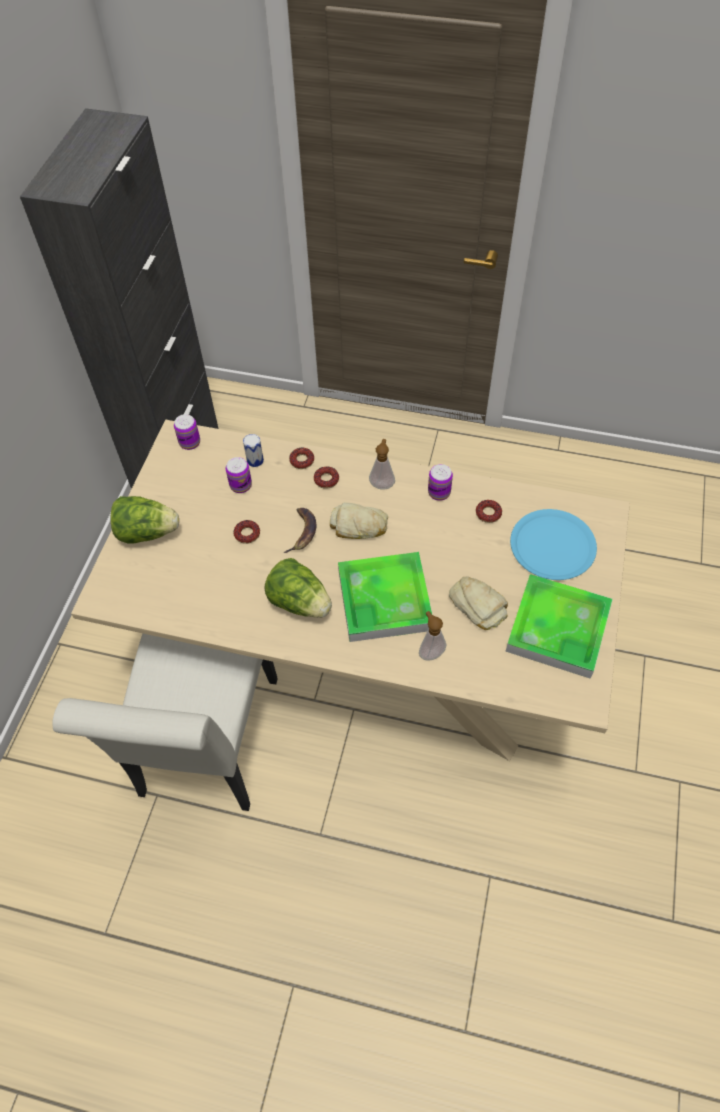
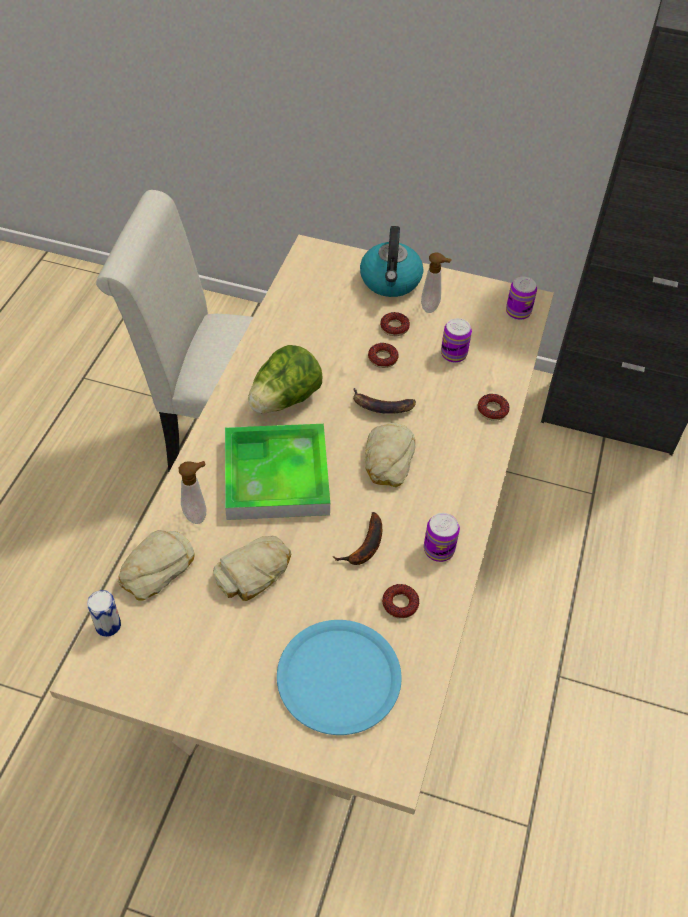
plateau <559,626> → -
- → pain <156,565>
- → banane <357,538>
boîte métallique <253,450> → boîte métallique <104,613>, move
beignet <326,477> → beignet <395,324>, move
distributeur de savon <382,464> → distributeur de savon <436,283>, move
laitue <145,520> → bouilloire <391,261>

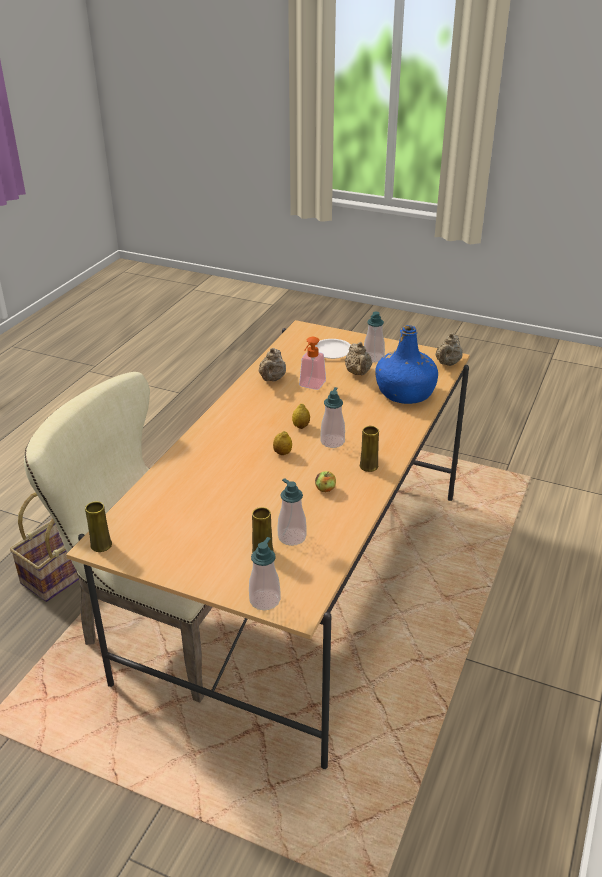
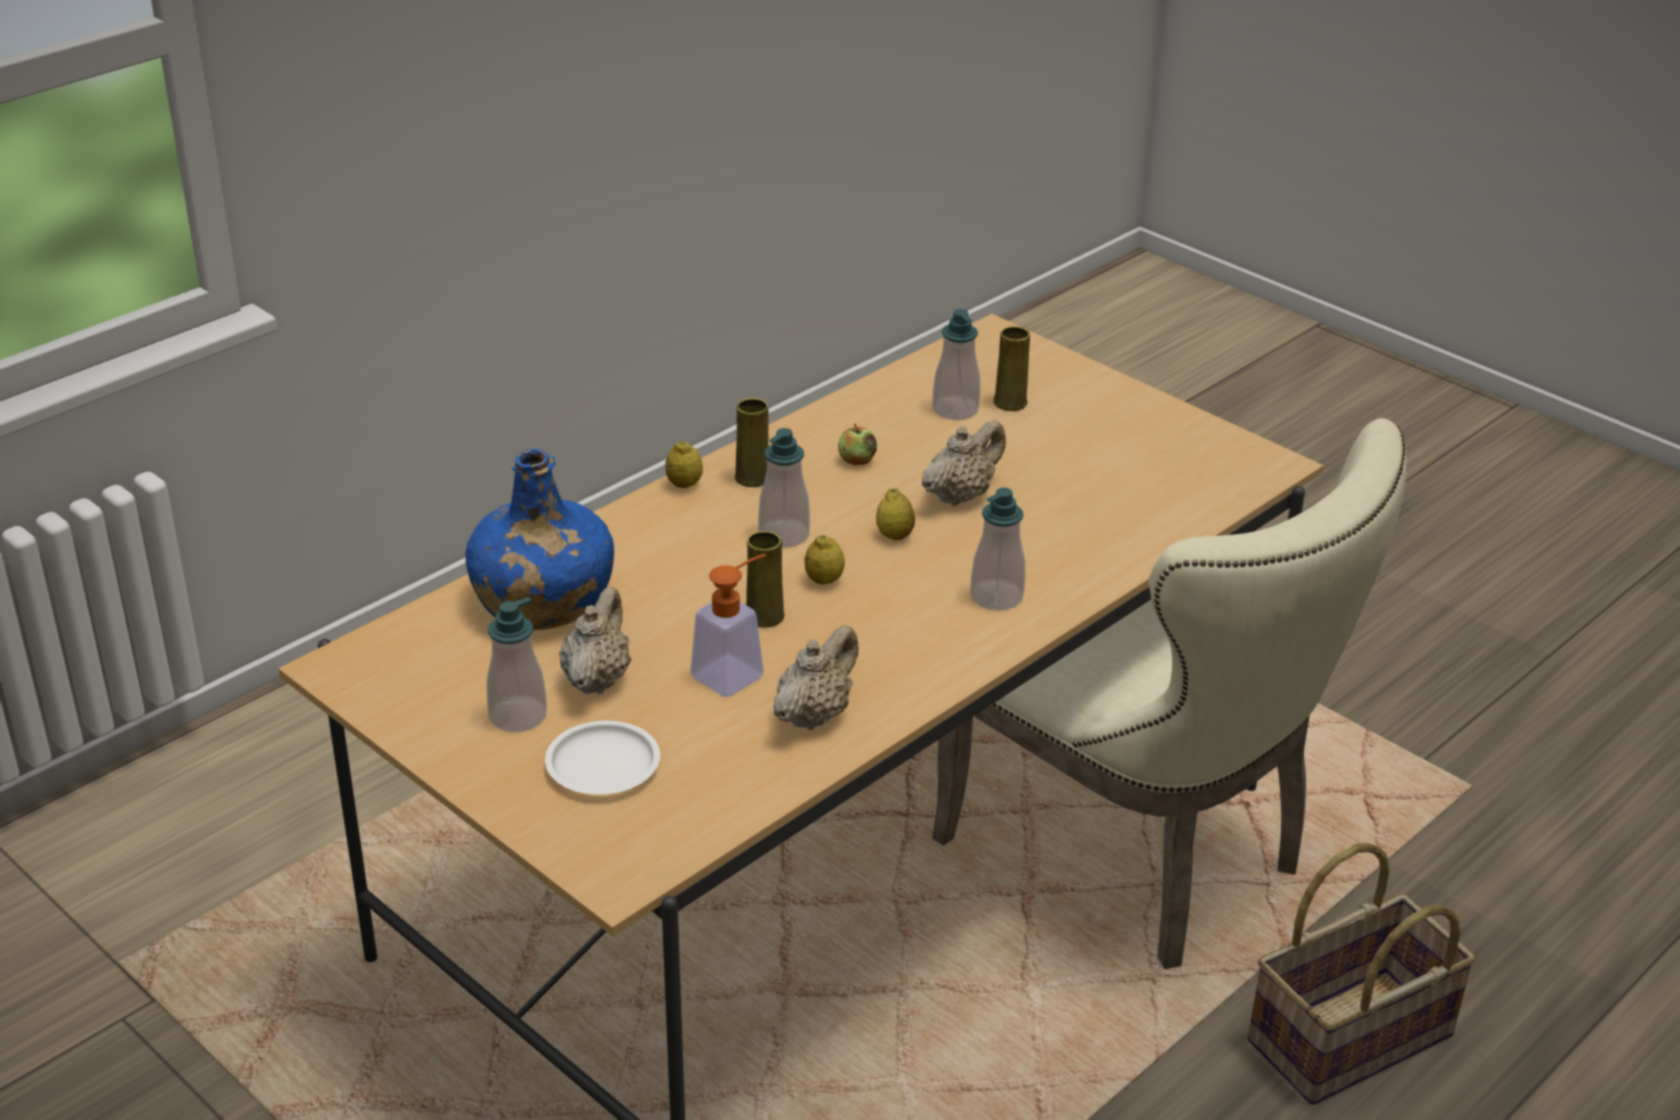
- → citron <684,464>
vase (jaune) <98,526> → vase (jaune) <765,579>, move
distributeur de savon <265,573> → distributeur de savon <997,549>, move
théière (beige) <449,349> → théière (beige) <964,463>, move

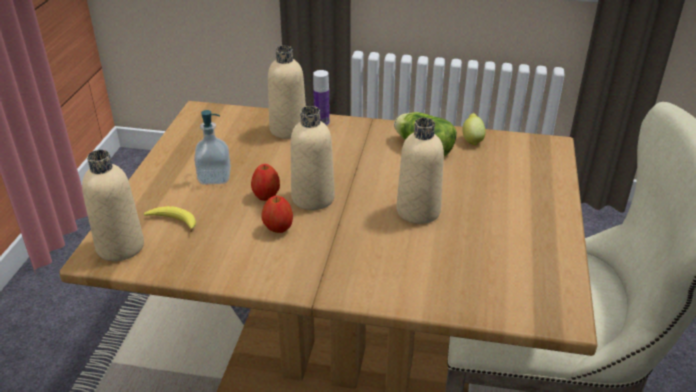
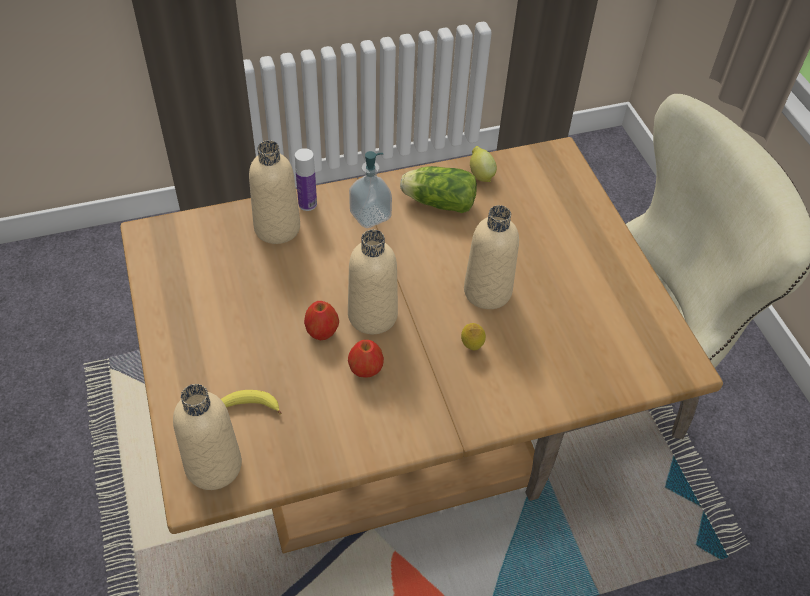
- → citron <473,336>
distributeur de savon <212,147> → distributeur de savon <370,189>, move

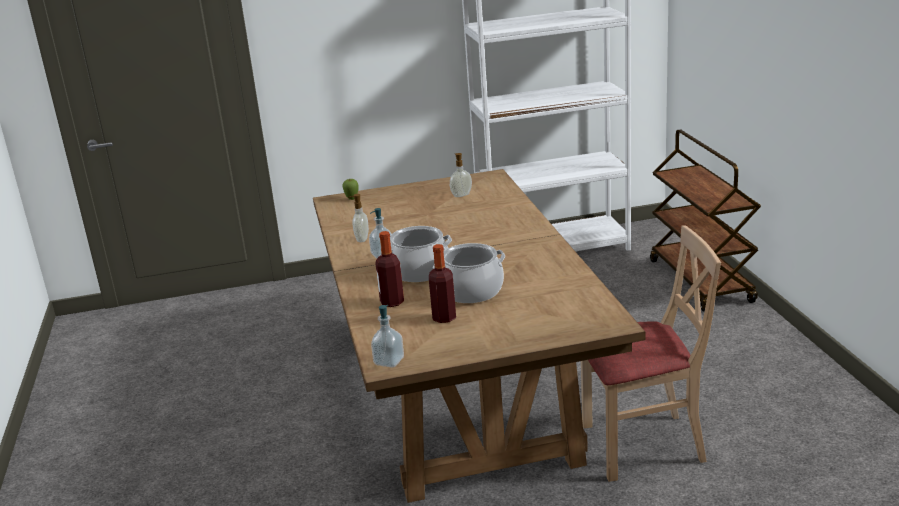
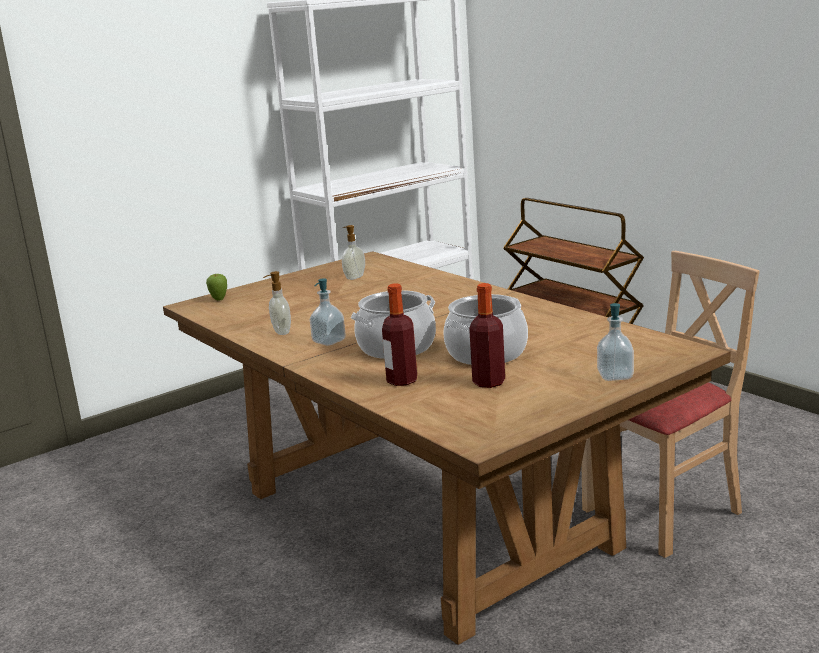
distributeur de savon <387,336> → distributeur de savon <615,342>, move

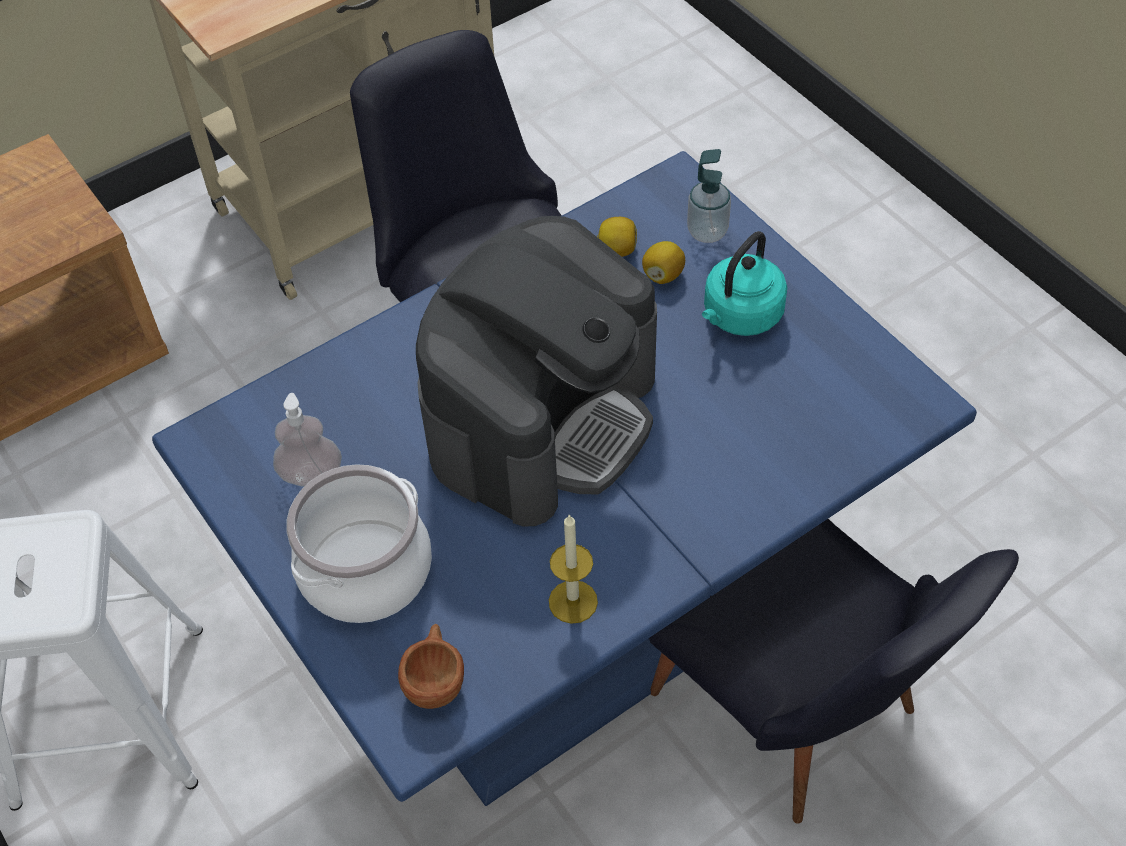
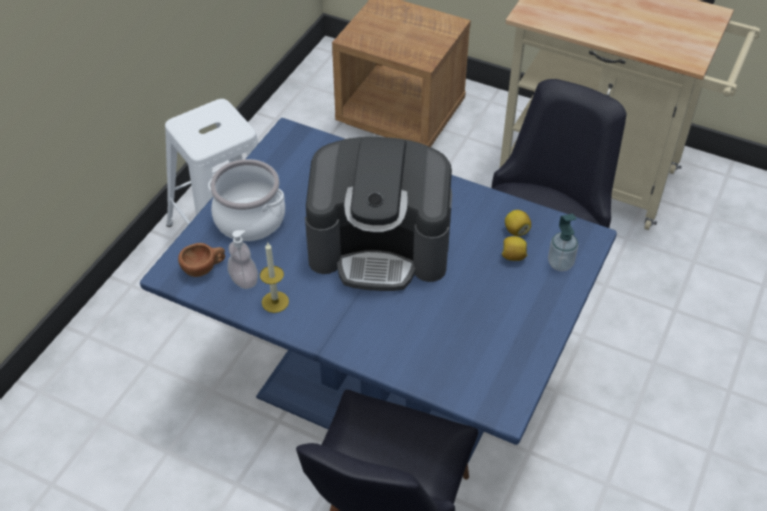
bouilloire (turquoise) <744,283> → -
distributeur de savon <307,440> → distributeur de savon <242,259>, move

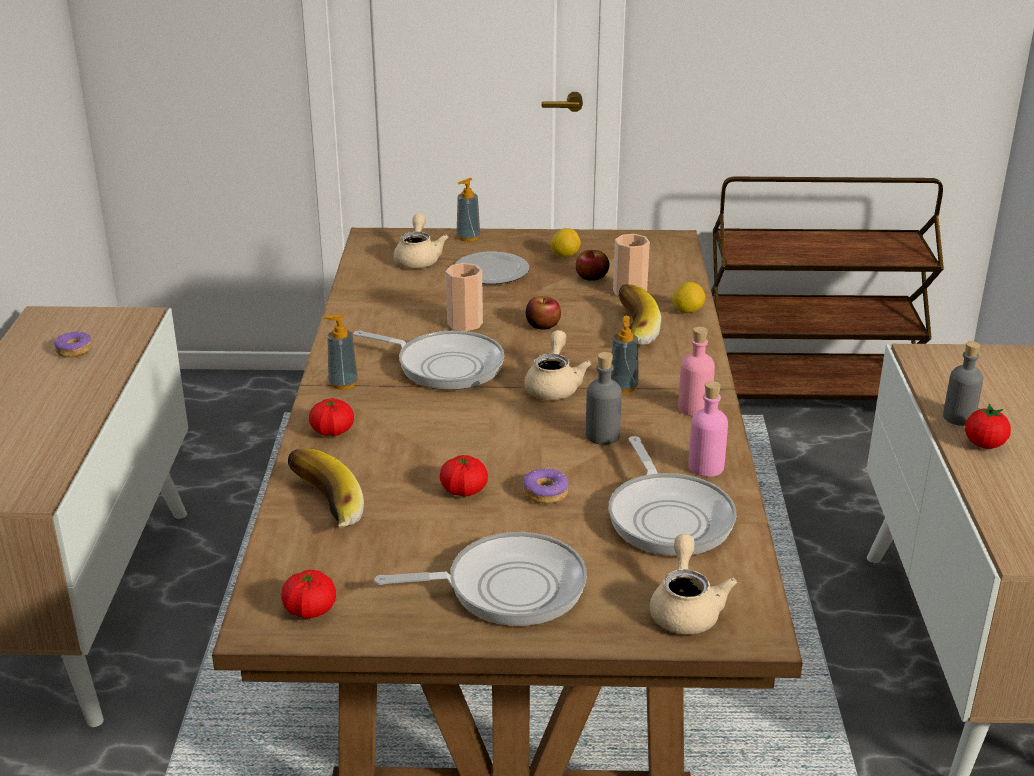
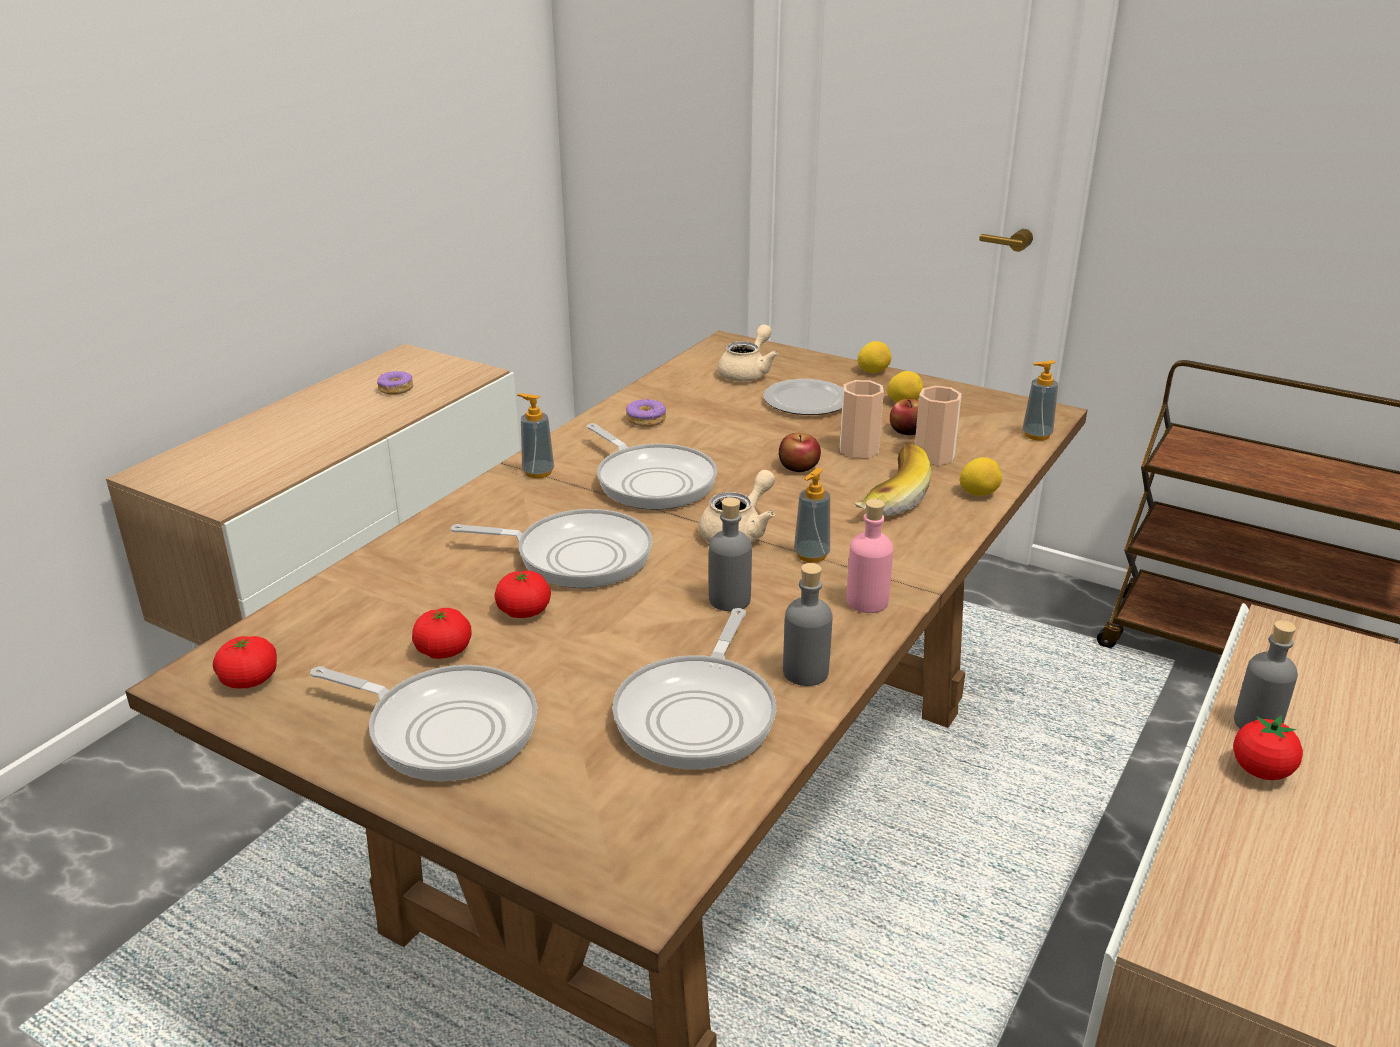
banane <326,488> → -
théière (beige) <693,584> → -
- → poêle <551,548>
- → citron <874,357>
tomate <331,417> → tomate <441,633>, move
tasse <464,297> → tasse <862,419>, move
distributeur de savon <468,210> → distributeur de savon <1040,400>, move
beignet <545,486> → beignet <646,413>, move
bouteille (rose) <708,429> → bouteille (gris) <808,624>

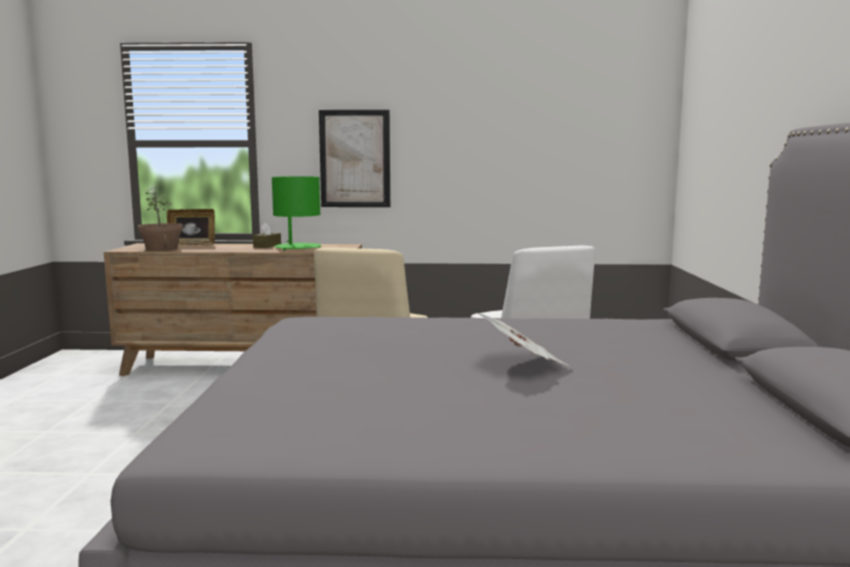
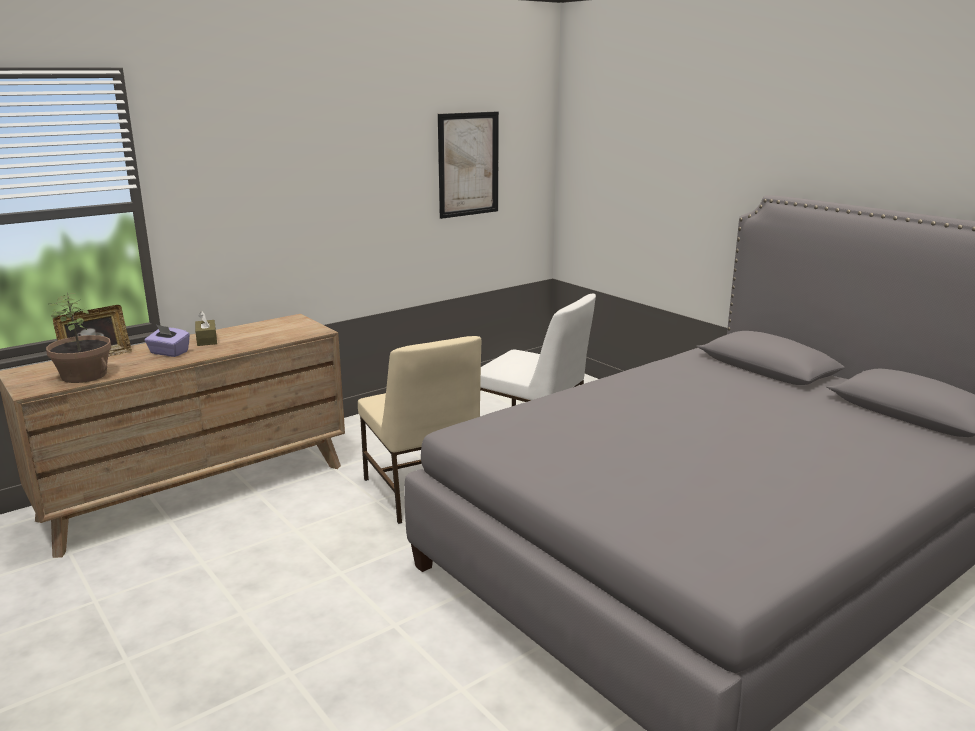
lampe de table (vert) <296,213> → -
journal <523,339> → -
- → boîte à mouchoirs (violet) <167,341>
tableau <354,158> → tableau <468,165>, move

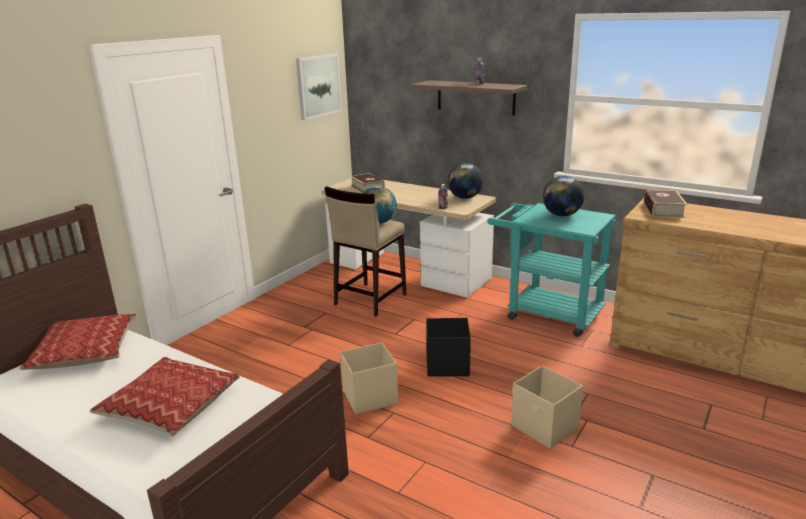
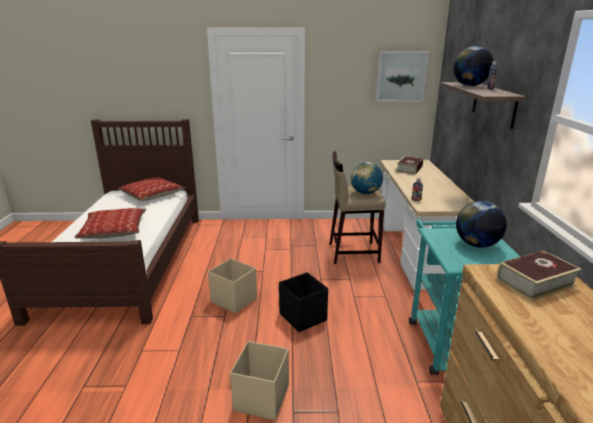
globe <465,181> → globe <473,66>, move

